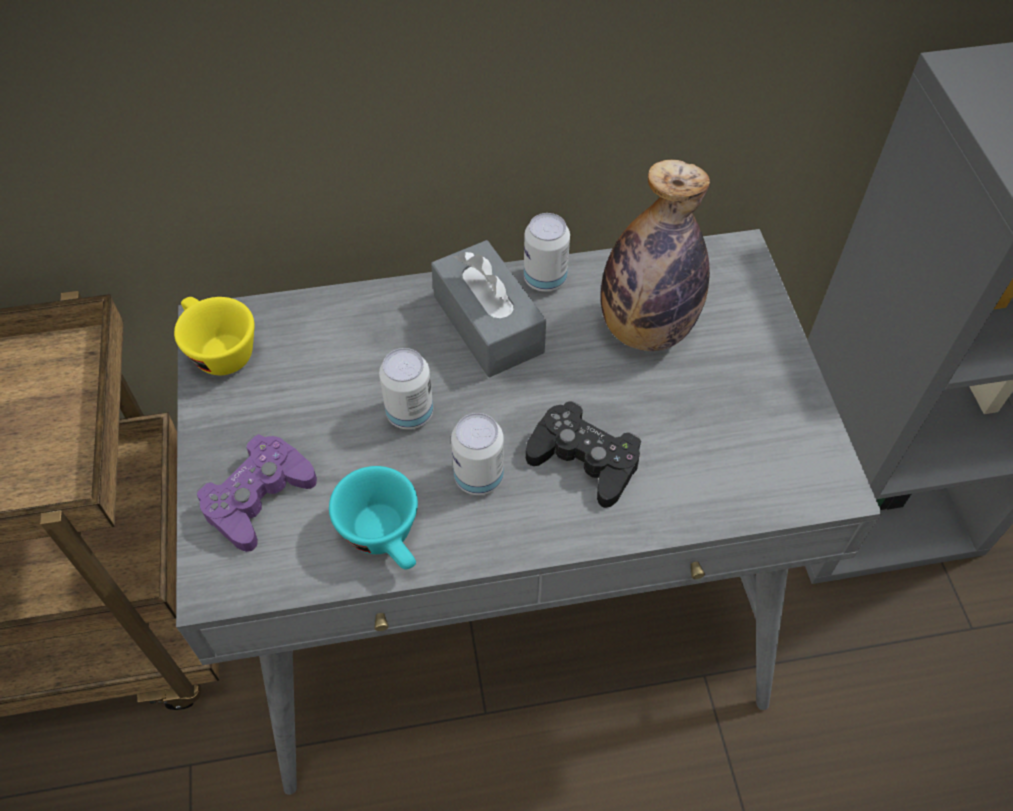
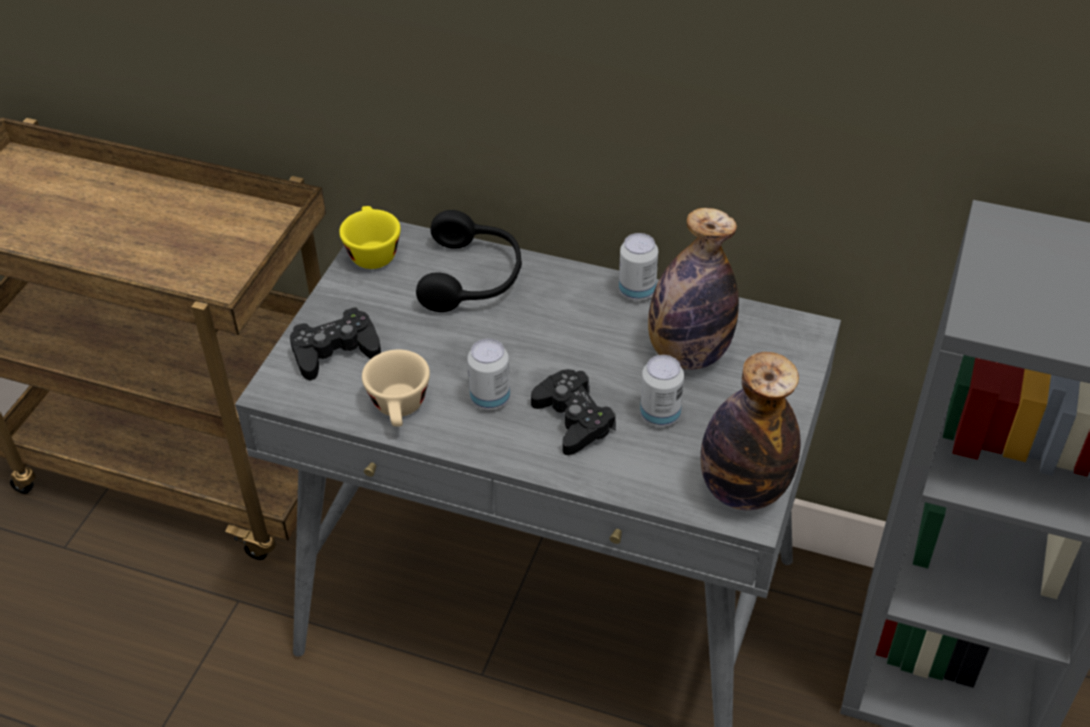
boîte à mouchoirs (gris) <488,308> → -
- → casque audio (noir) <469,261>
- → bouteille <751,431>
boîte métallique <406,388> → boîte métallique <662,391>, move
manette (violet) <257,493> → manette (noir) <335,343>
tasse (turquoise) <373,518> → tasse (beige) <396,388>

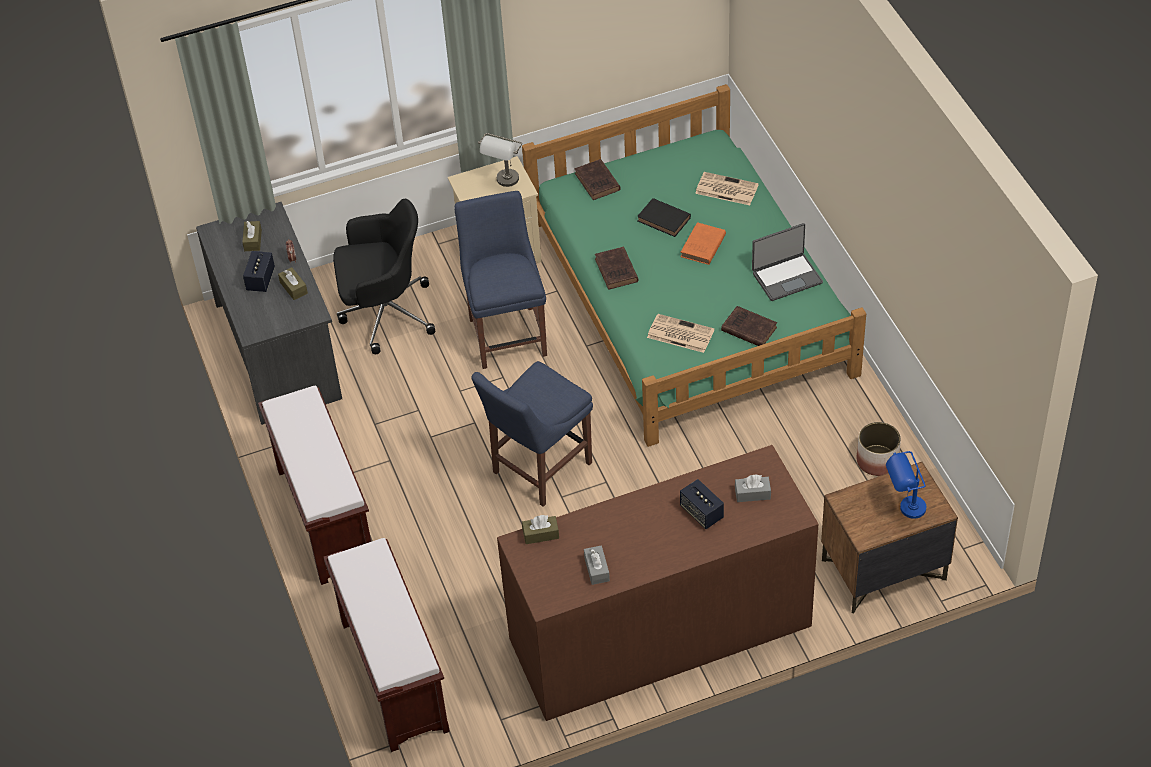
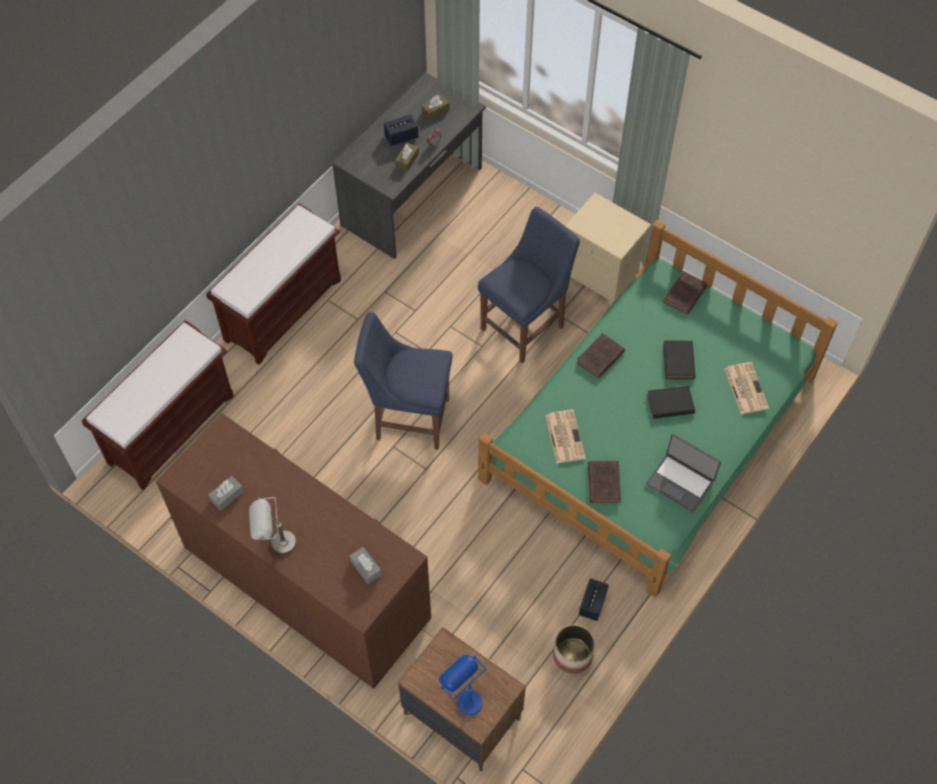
chaise de bureau (noir) <384,276> → -
boîte à mouchoirs (marron) <540,529> → -
lampe de table (gris) <500,160> → lampe de table (gris) <272,525>, move
enceinte <702,504> → enceinte <594,599>, move
livre (orange) <703,243> → livre (noir) <671,402>

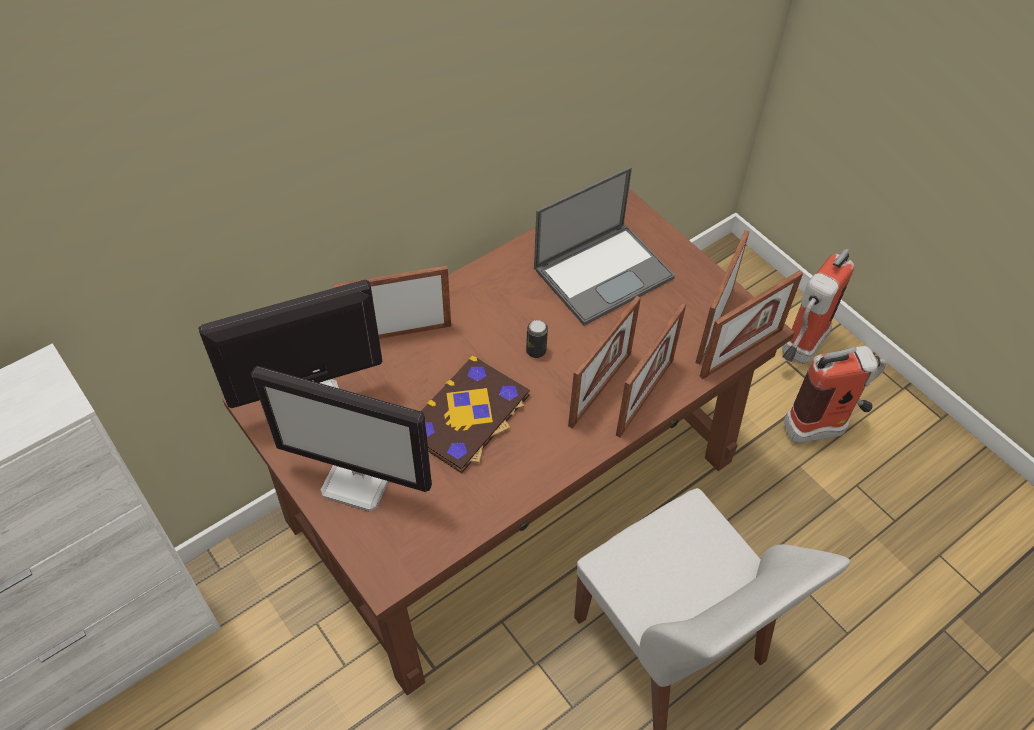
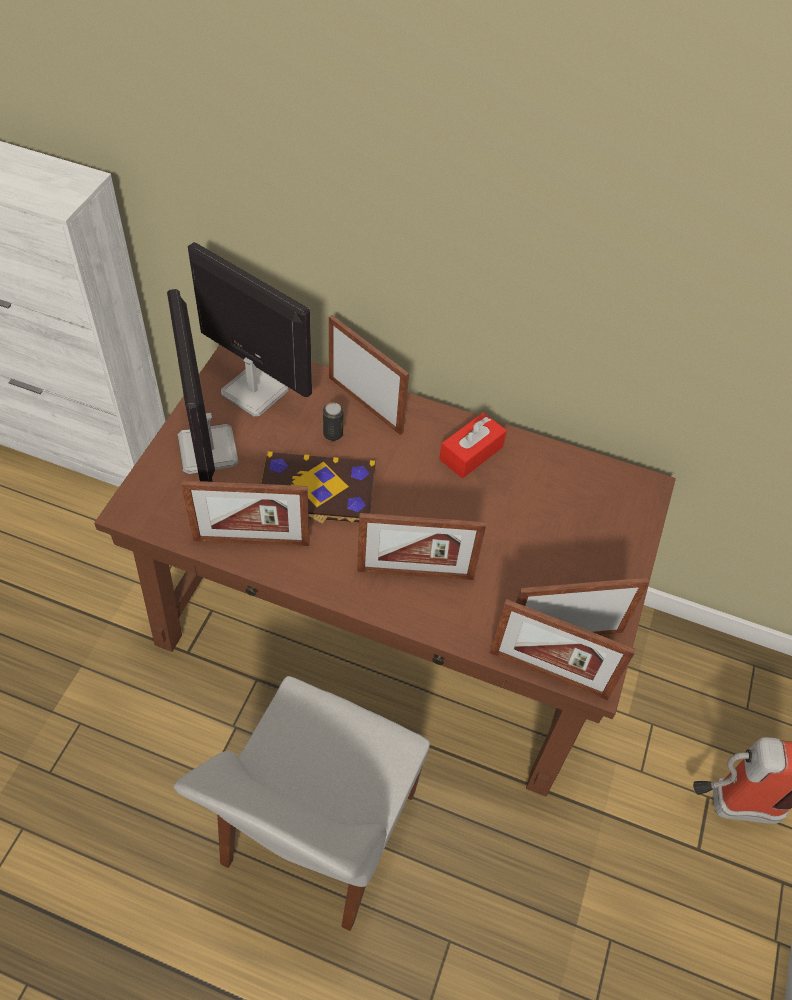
ordinateur portable <604,246> → -
extincteur <835,394> → -
- → boîte à mouchoirs (rouge) <473,445>
boîte métallique <537,339> → boîte métallique <333,421>, move
cadre photo <651,370> → cadre photo <245,513>, move

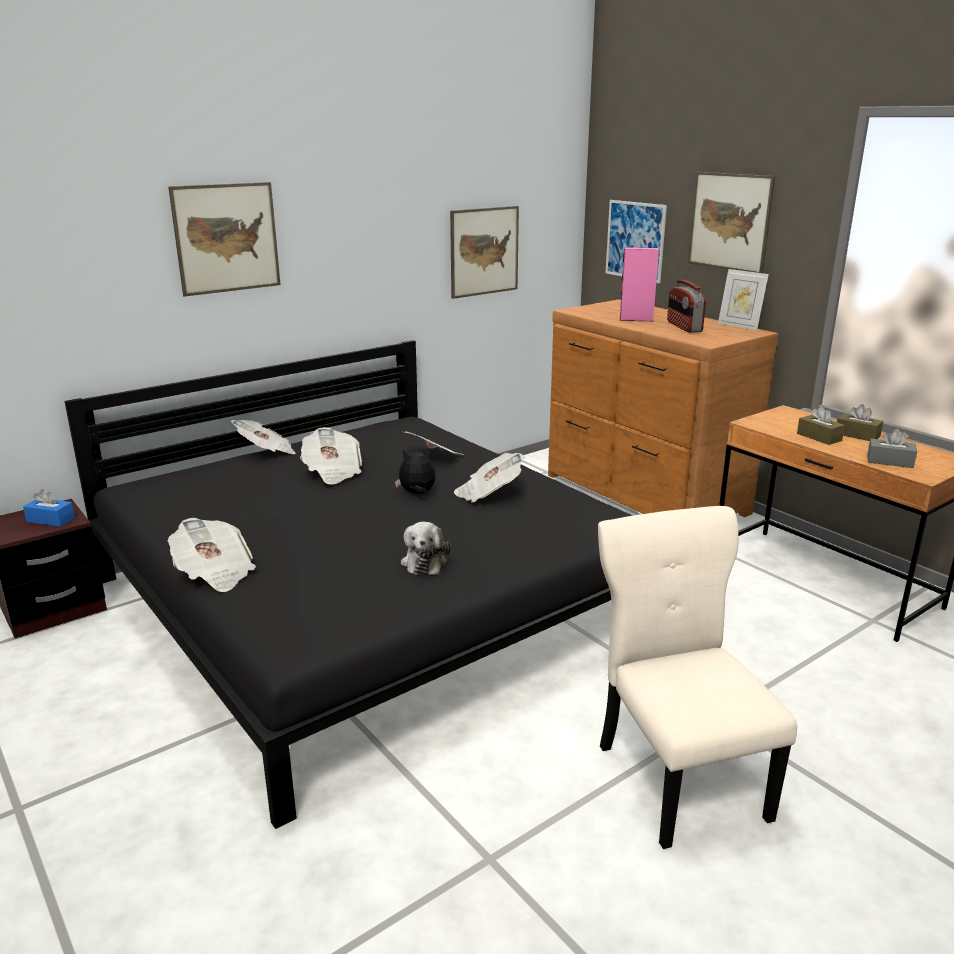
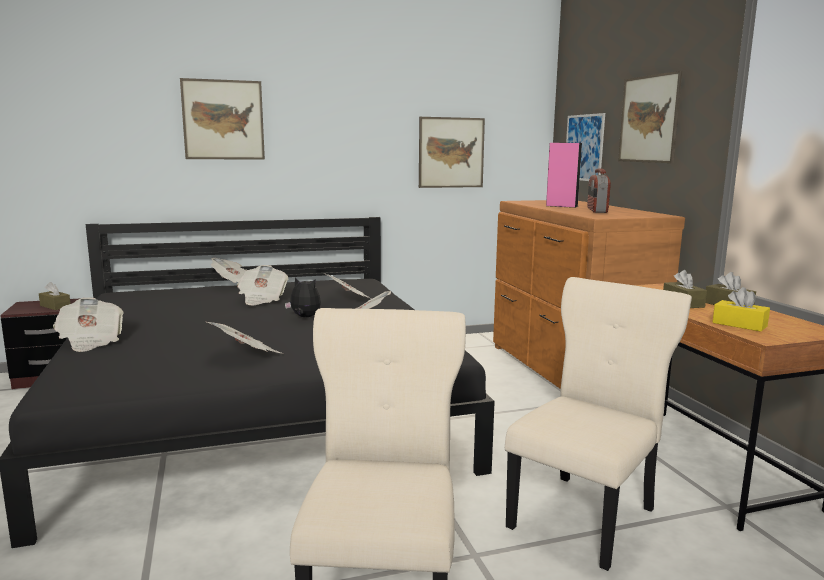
cadre photo <743,299> → -
- → chaise (beige) <598,424>
peluche <426,548> → journal <244,337>
boîte à mouchoirs (bleu) <49,508> → boîte à mouchoirs (marron) <55,296>
boîte à mouchoirs (gris) <892,448> → boîte à mouchoirs (jaune) <741,309>

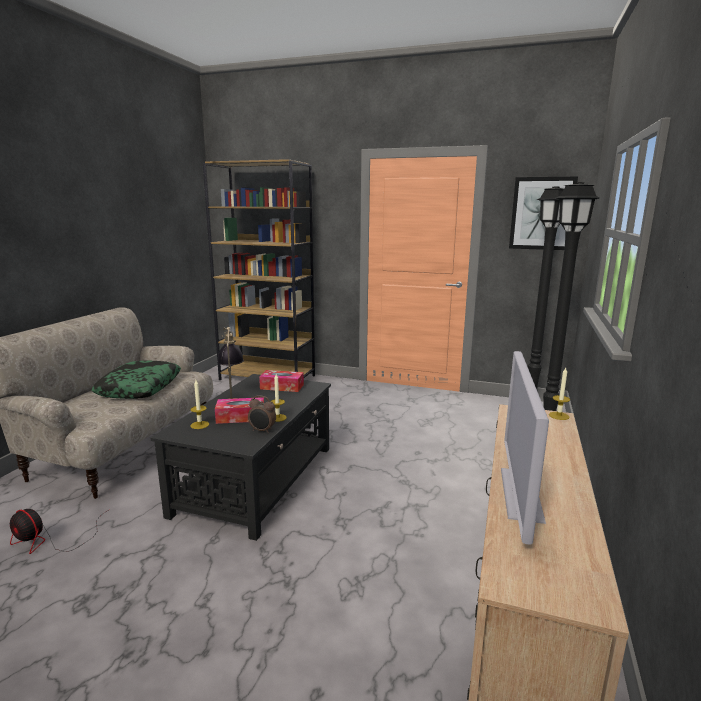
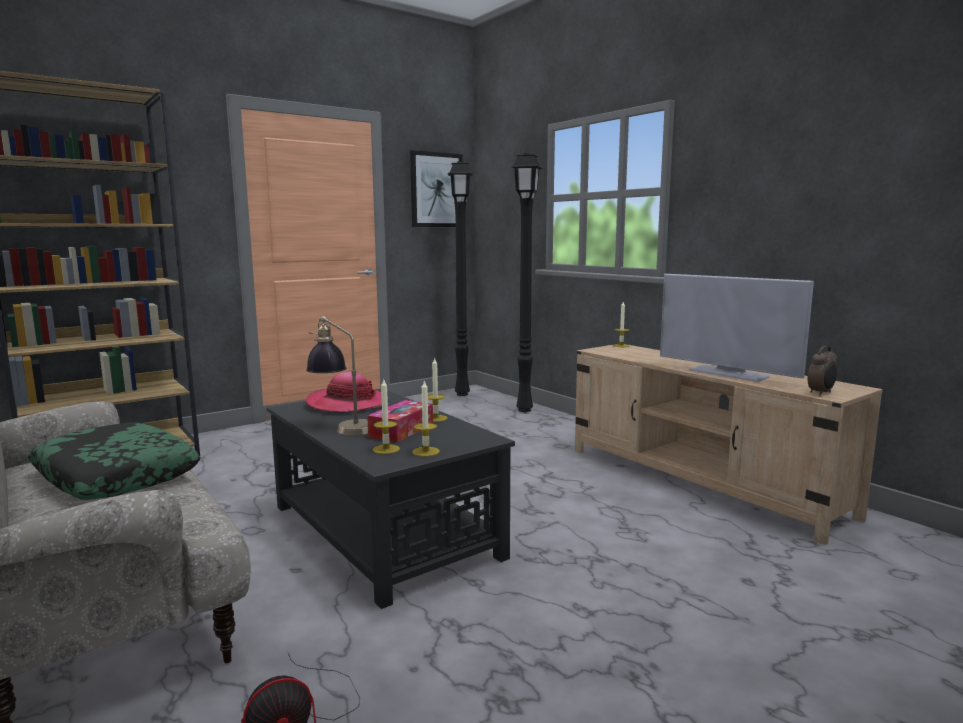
- → bougie <426,418>
réveil <262,414> → réveil <822,370>, move
boîte à mouchoirs <281,381> → chapeau <347,392>

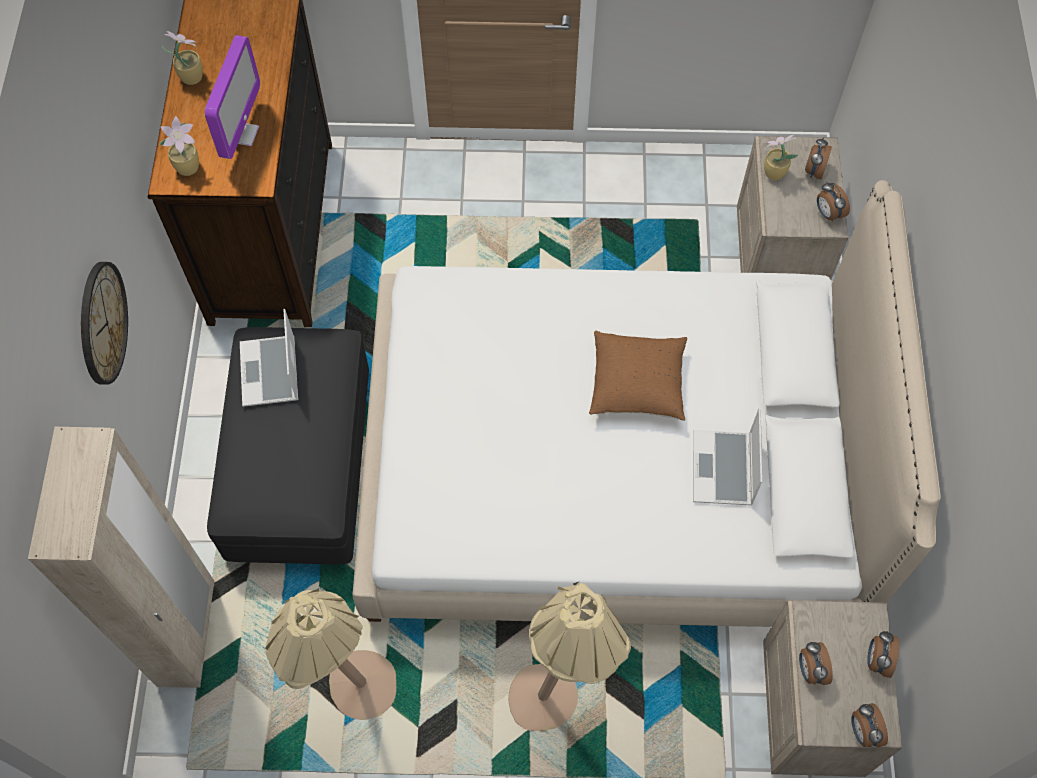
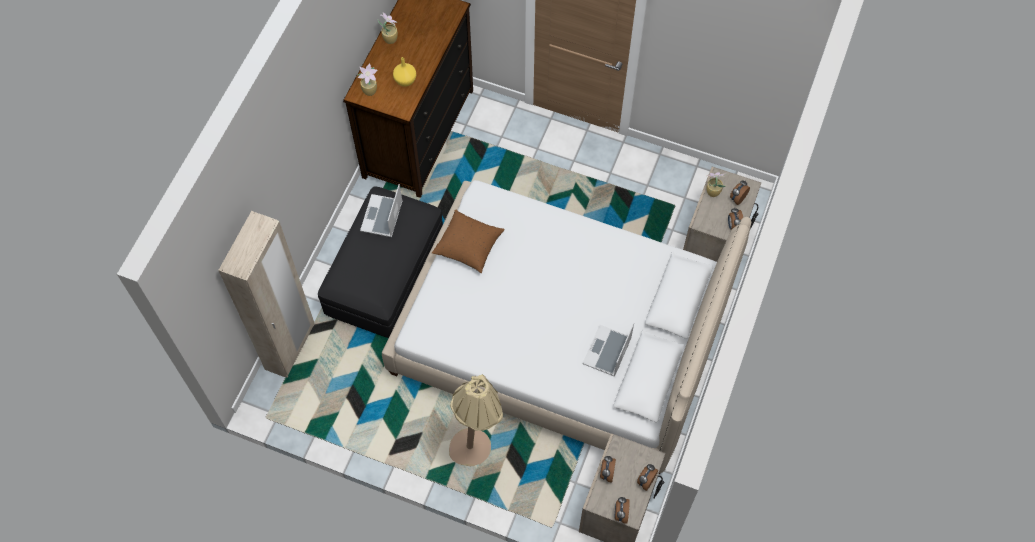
horloge murale <104,323> → -
lampadaire (beige) <330,654> → -
coussin (marron) <638,376> → coussin (marron) <468,241>, move
écran d'ordinateur <232,97> → vase (jaune) <404,72>

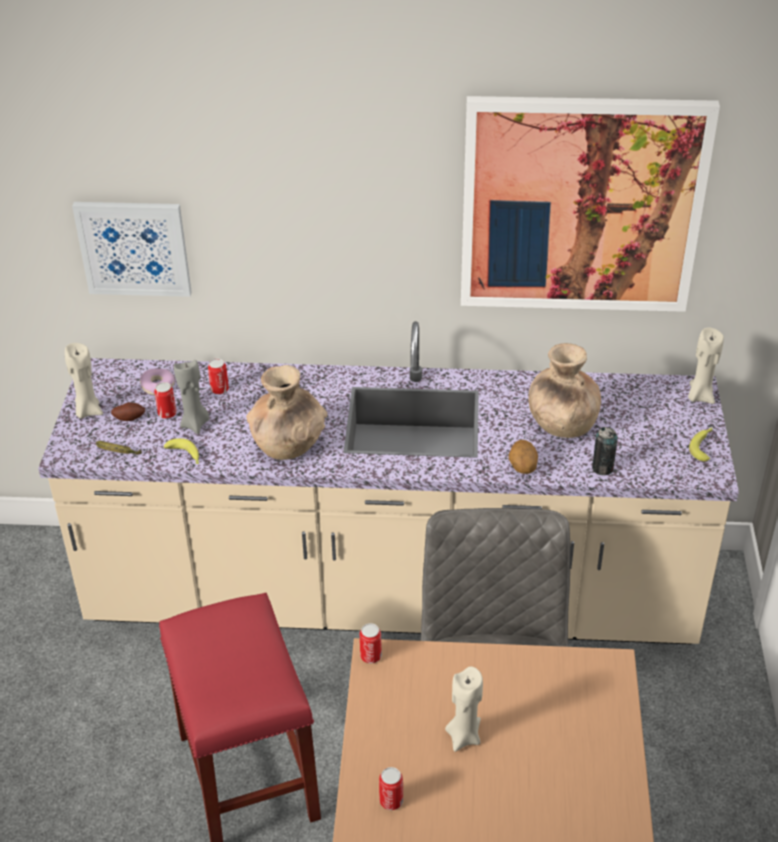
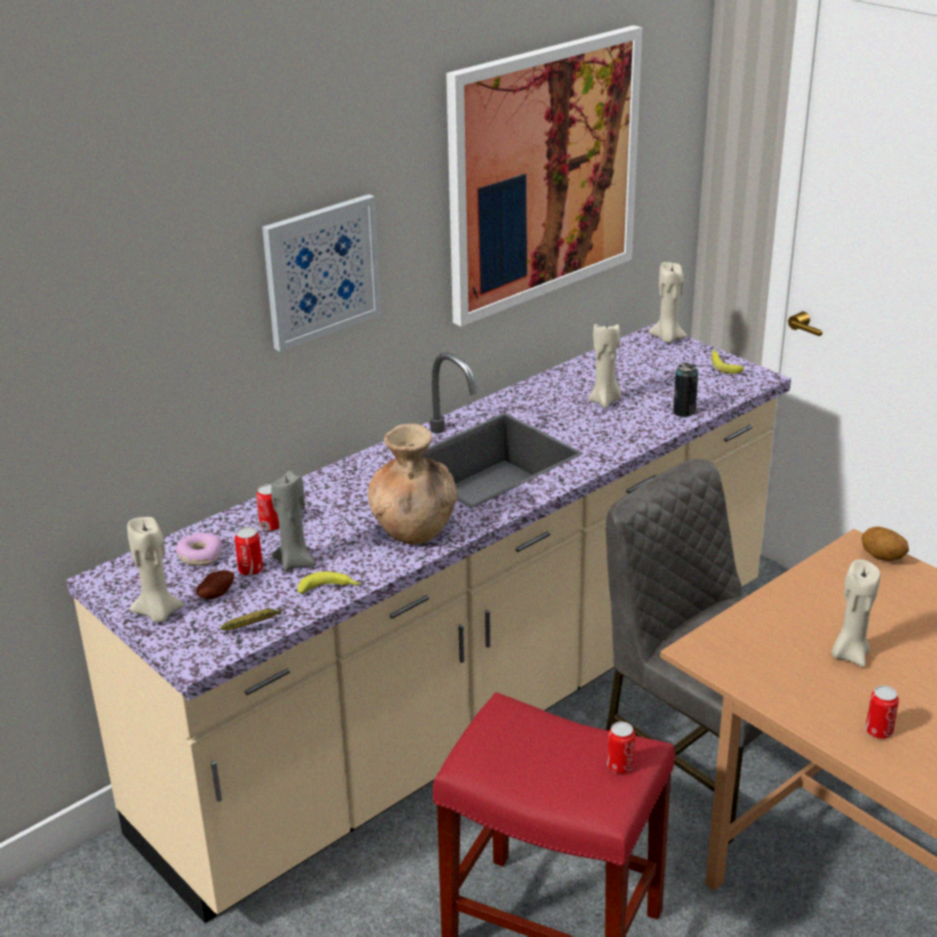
tableau <132,249> → tableau <321,273>, move
boîte métallique <371,643> → boîte métallique <621,748>, move
pomme de terre <523,457> → pomme de terre <885,543>, move
vase (marron) <565,390> → bougie (beige) <605,366>

